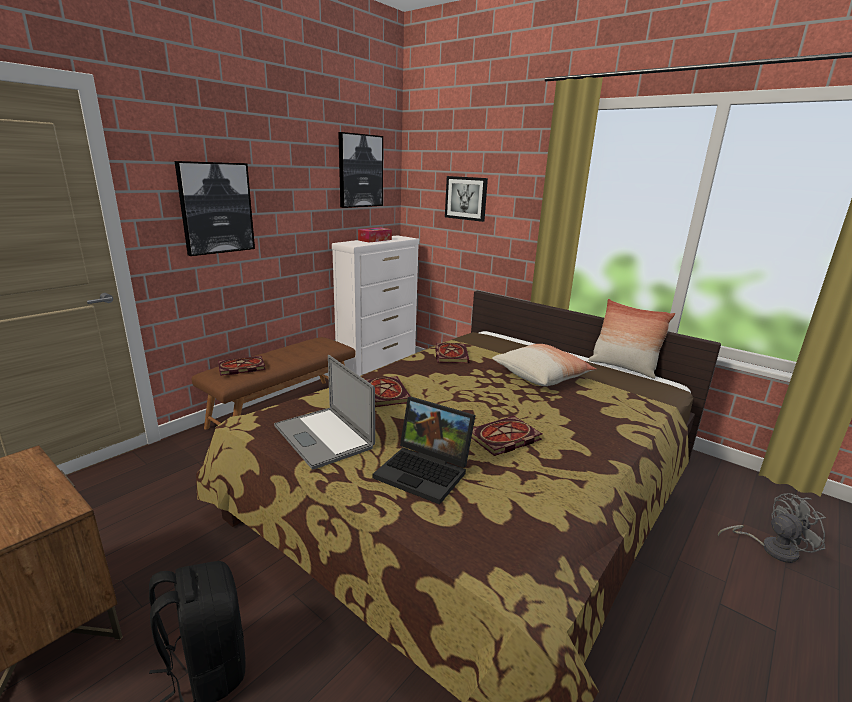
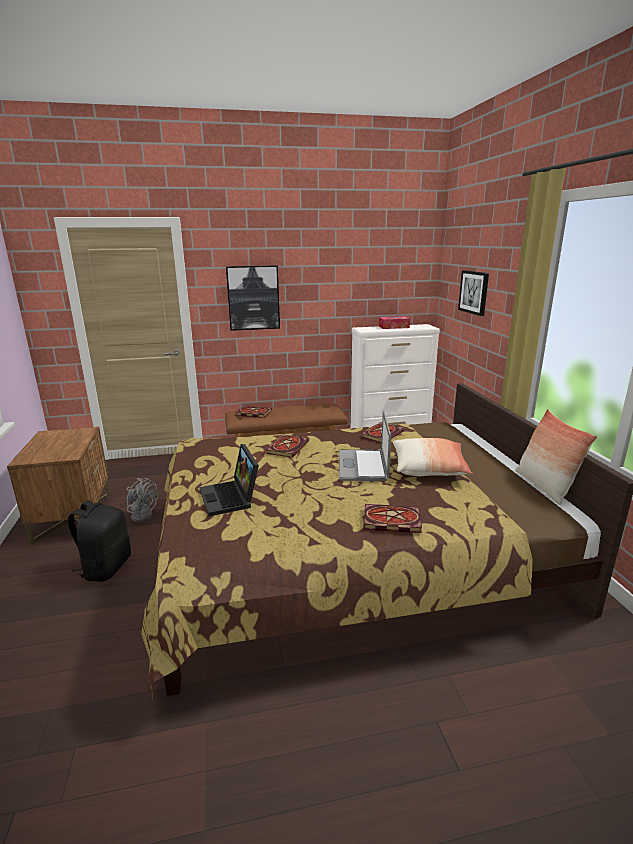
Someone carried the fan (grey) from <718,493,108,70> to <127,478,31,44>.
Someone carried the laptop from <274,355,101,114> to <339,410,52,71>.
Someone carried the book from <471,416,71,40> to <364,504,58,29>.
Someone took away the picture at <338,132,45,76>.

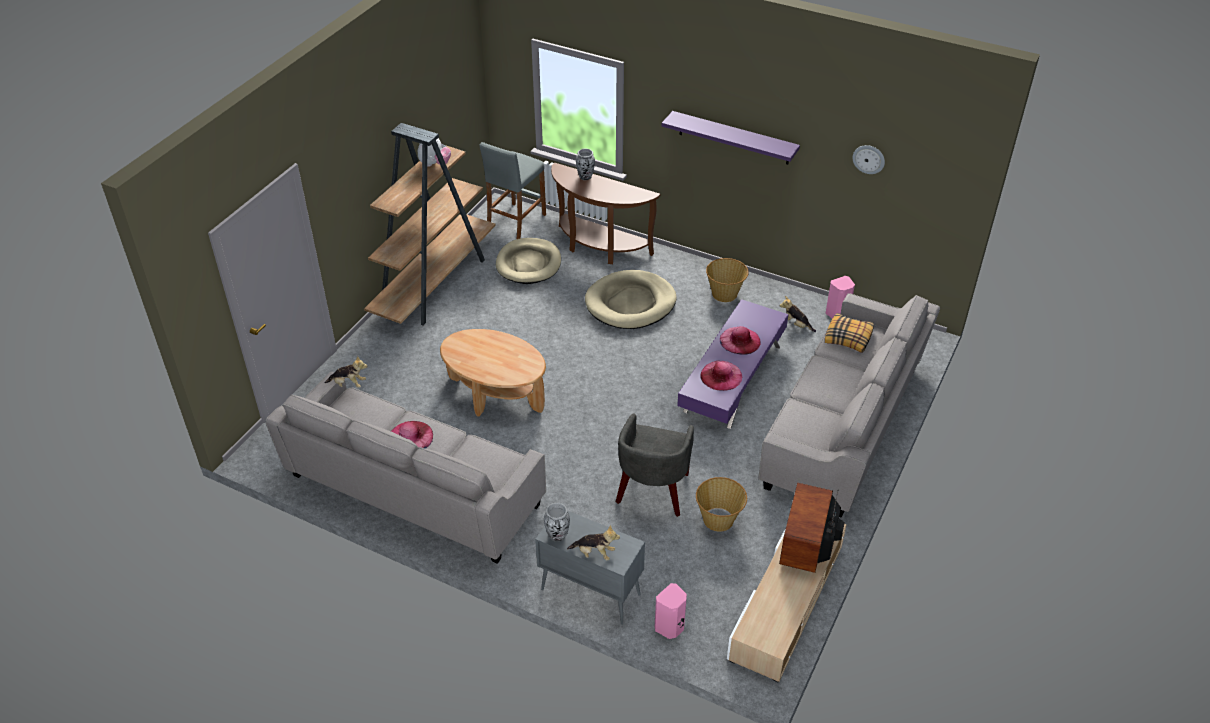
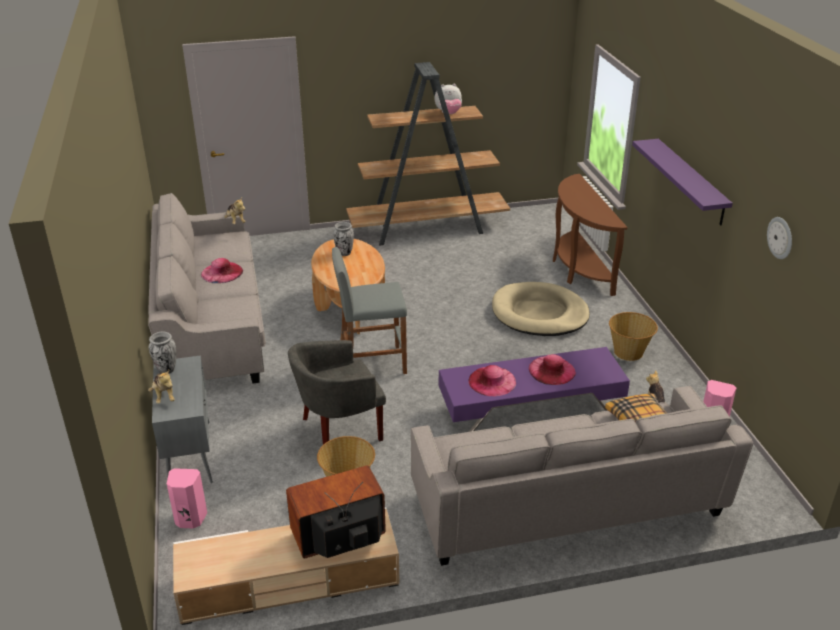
Someone carried the stool (grey) from <480,142,66,97> to <332,247,75,127>.
Someone carried the vase from <576,149,19,31> to <333,222,21,34>.
Someone took away the dog bed (beige) at <496,238,65,46>.

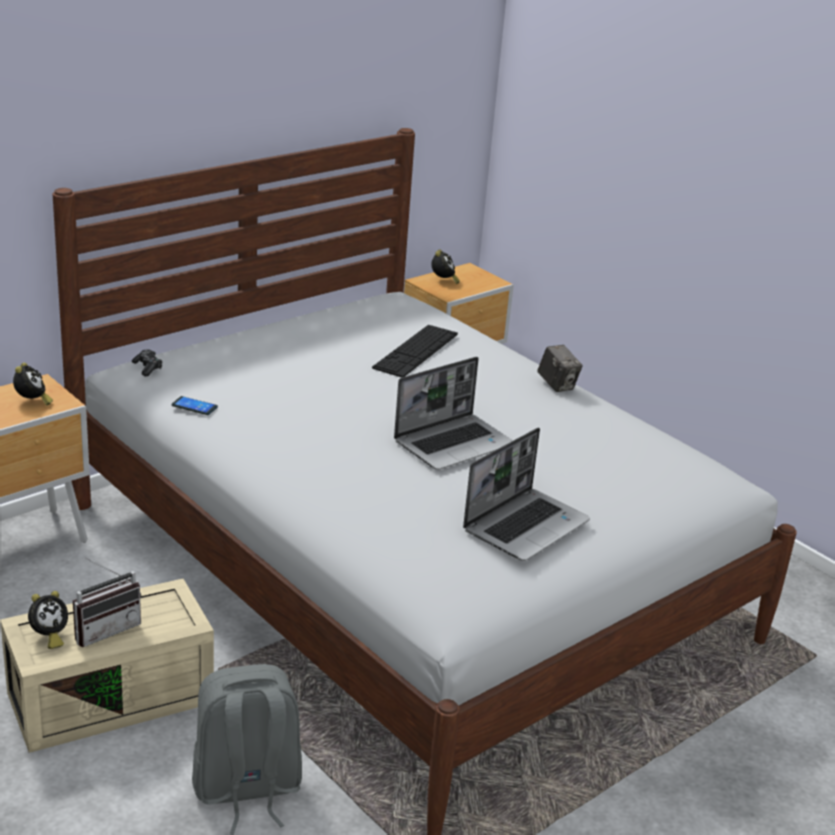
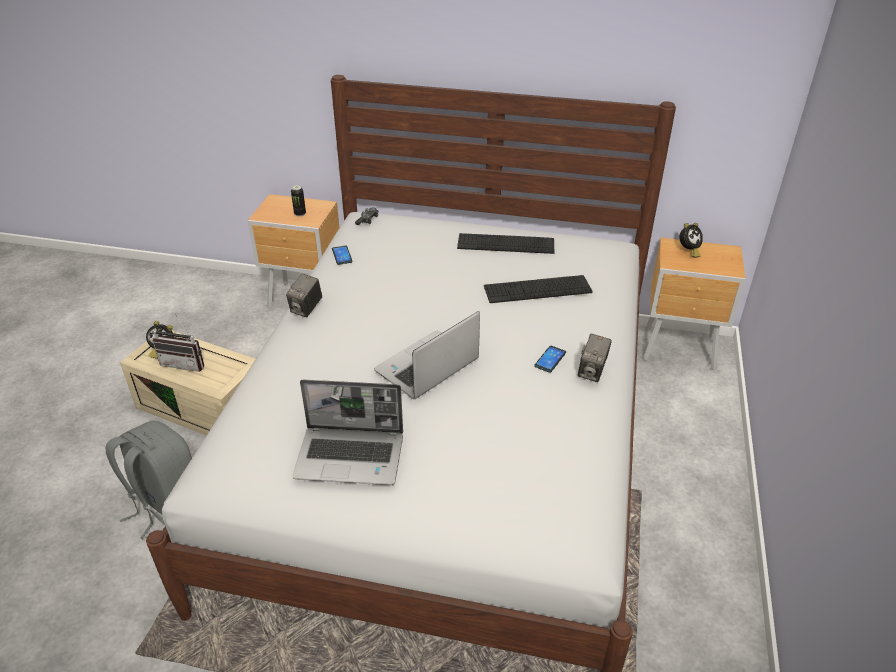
Someone put down the photo camera at <286,274,36,43>.
Someone swapped the alarm clock at <13,363,40,43> for the can at <291,185,15,32>.
Someone rotated the laptop at <394,357,119,113> by 120 degrees clockwise.
Someone put down the keyboard at <457,233,97,21>.
Someone put down the phone at <534,346,32,27>.

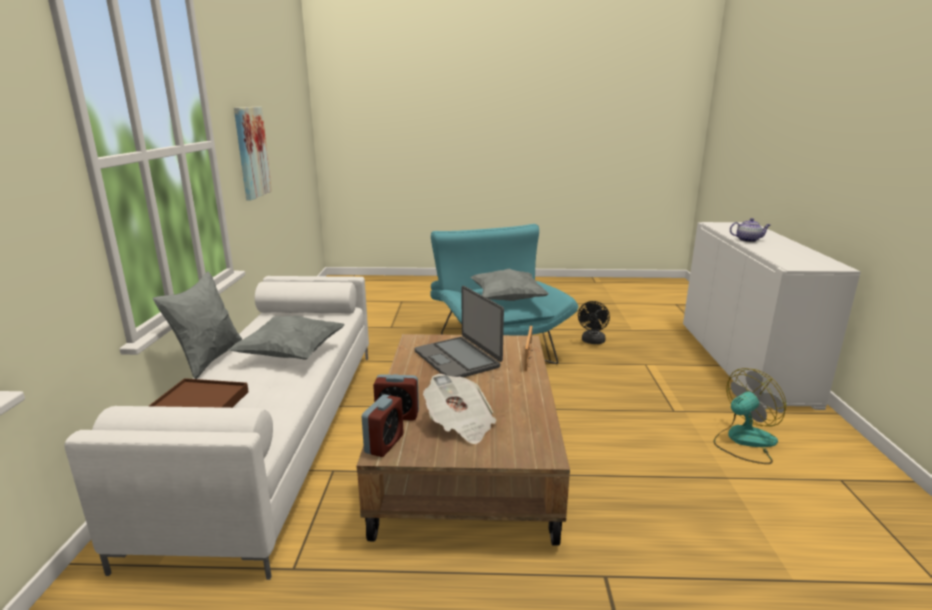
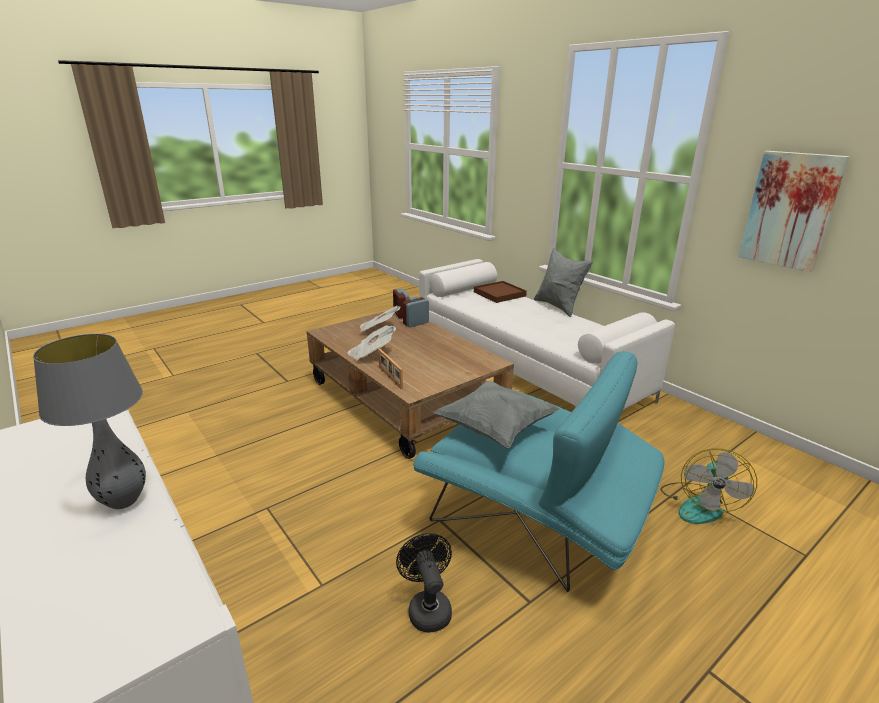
Someone swapped the teapot at <730,218,40,24> for the table lamp (grey) at <33,334,113,175>.
Someone put down the newspaper at <348,325,48,35>.
Someone carried the fan from <713,368,73,96> to <661,448,96,76>.
Someone took away the pillow (grey) at <228,315,117,45>.
Someone took away the laptop at <414,286,90,91>.

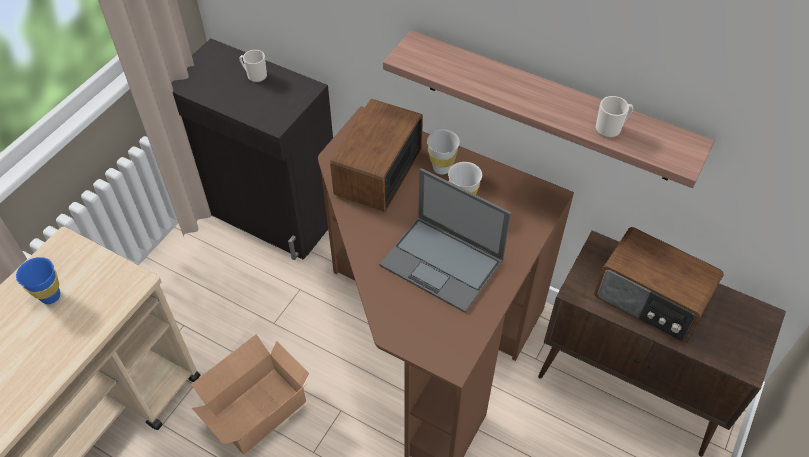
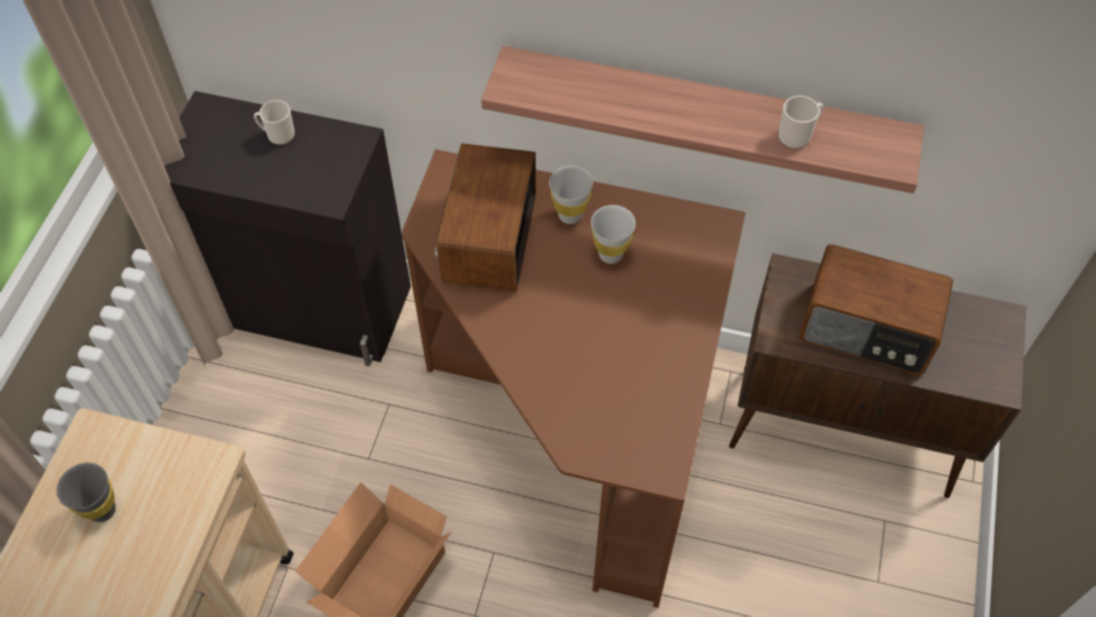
Someone repainted the cup (blue) at <16,257,44,47>, which became the cup (grey) at <56,463,60,59>.
Someone took away the laptop at <379,168,132,145>.

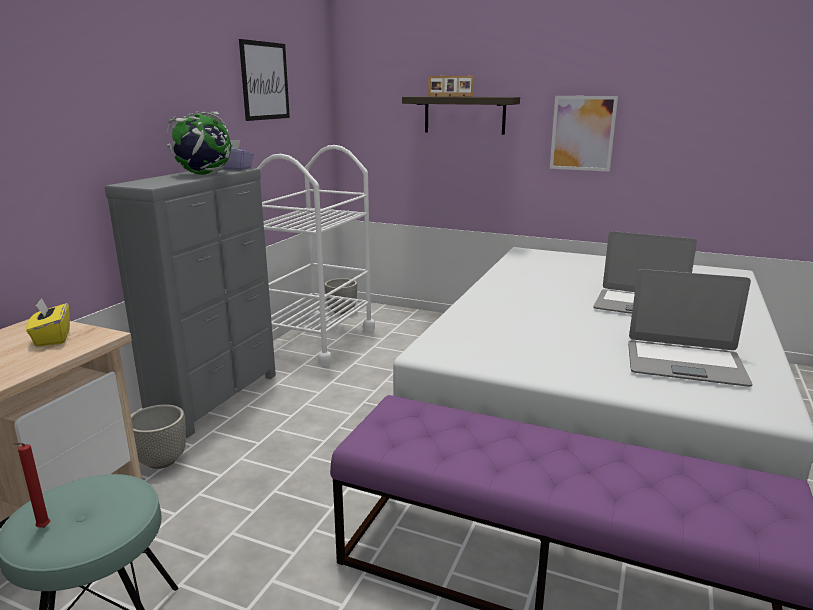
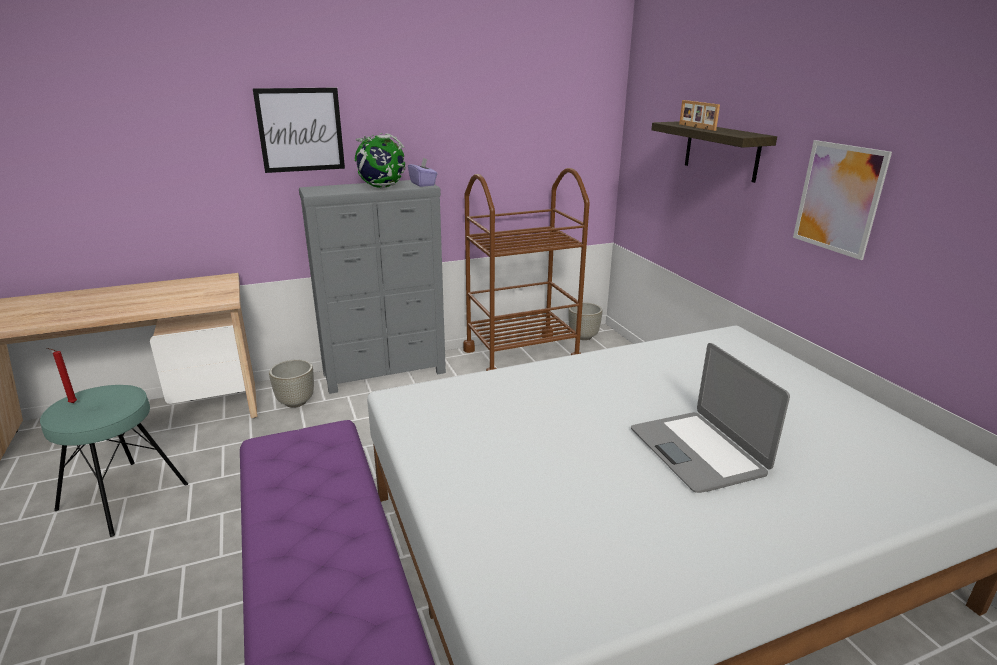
Someone carried the picture from <239,39,51,82> to <253,87,92,86>.
Someone repainted the cart (white) at <257,145,118,221>, which became the cart (brown) at <463,168,127,203>.
Someone took away the tissue box (yellow) at <26,298,44,49>.
Someone took away the laptop at <628,269,124,118>.

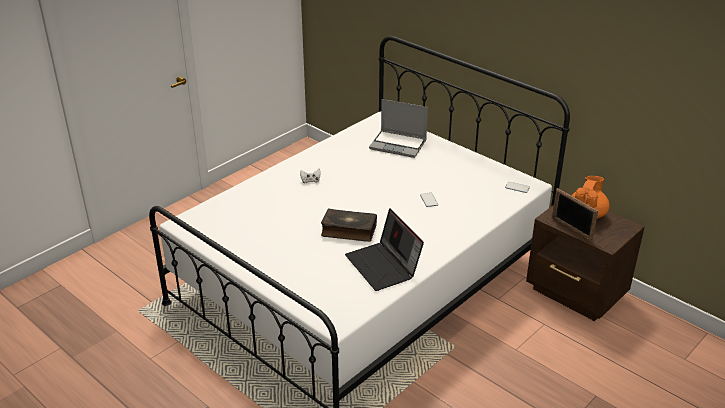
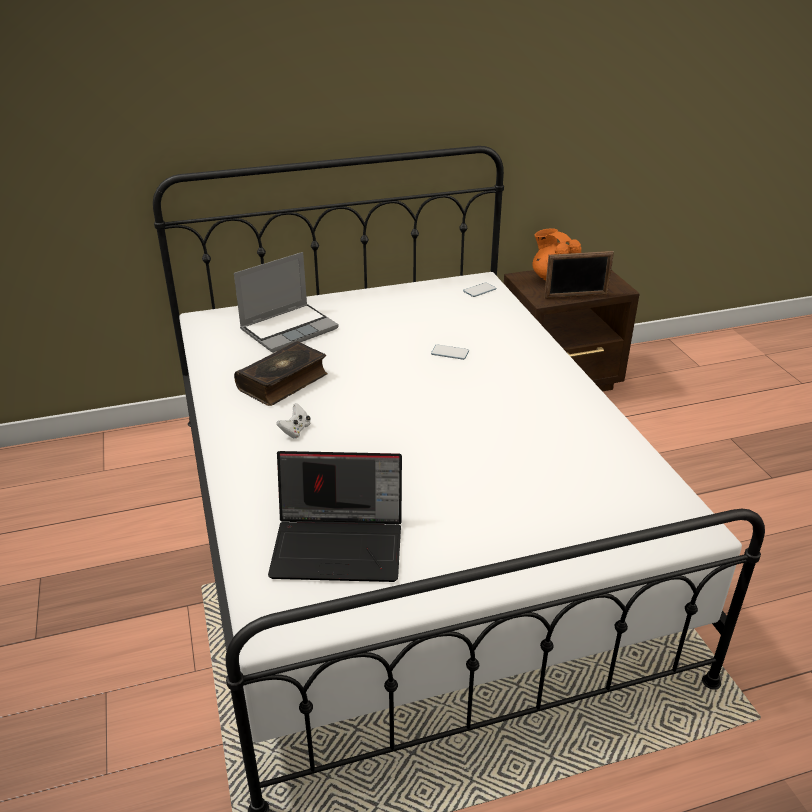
Someone carried the book from <321,208,56,34> to <234,341,94,65>.
Someone carried the laptop from <345,208,79,83> to <268,451,134,131>.

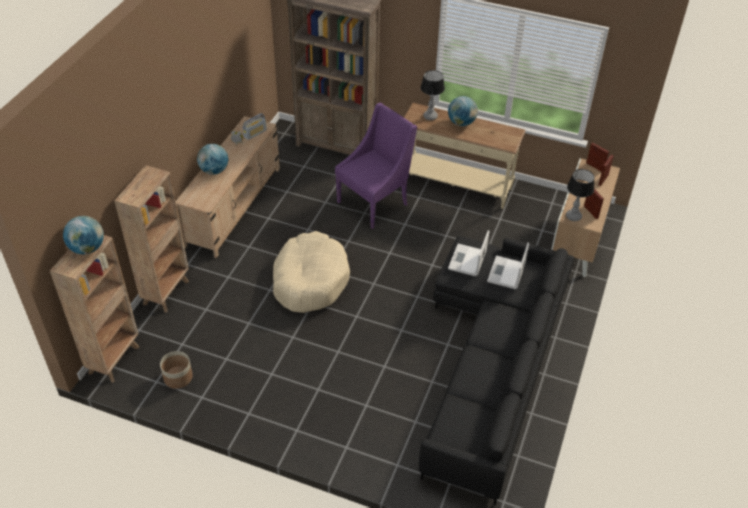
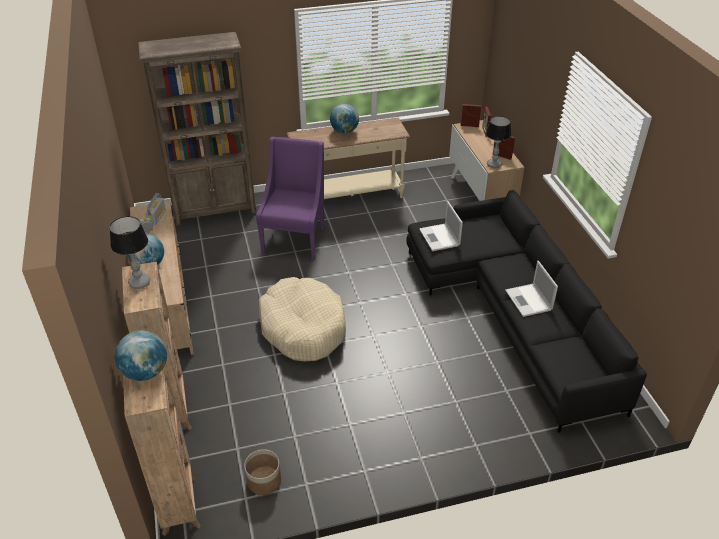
Someone carried the table lamp from <420,70,25,50> to <110,216,40,73>.
Someone carried the laptop from <487,243,42,46> to <505,261,53,56>.

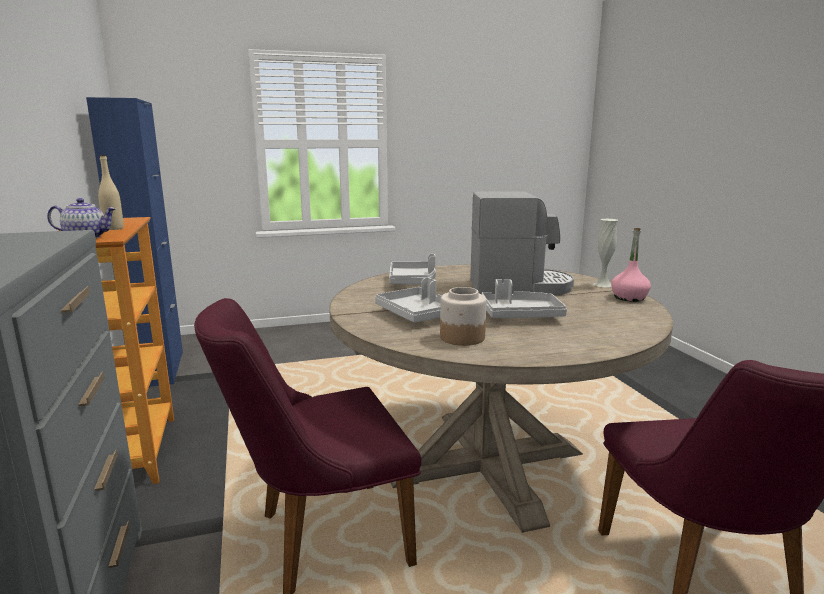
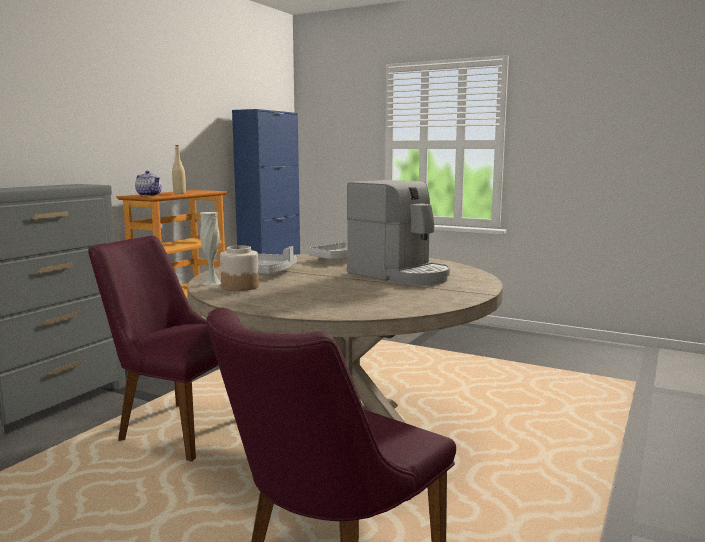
Someone carried the vase (white) from <593,219,25,68> to <200,212,21,73>.
Someone took away the tray (grey) at <482,279,85,39>.
Someone took away the bottle (pink) at <611,228,40,74>.

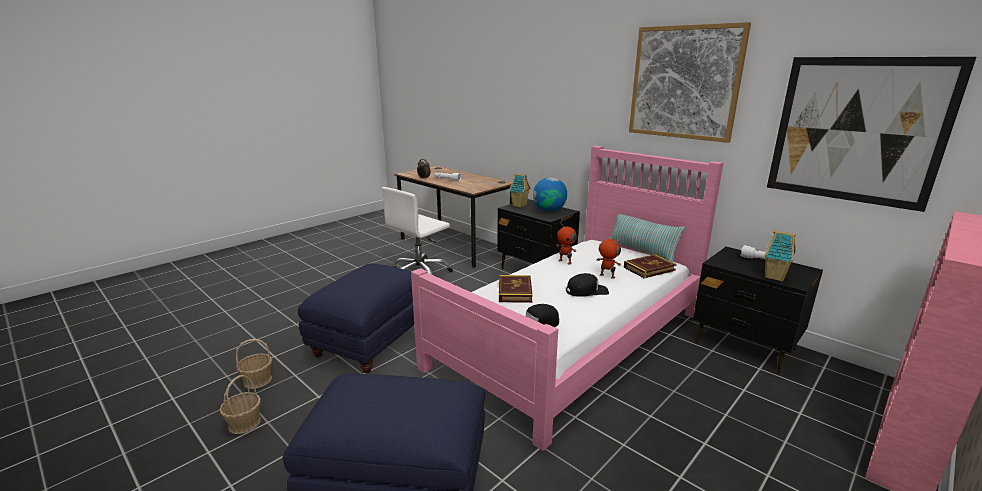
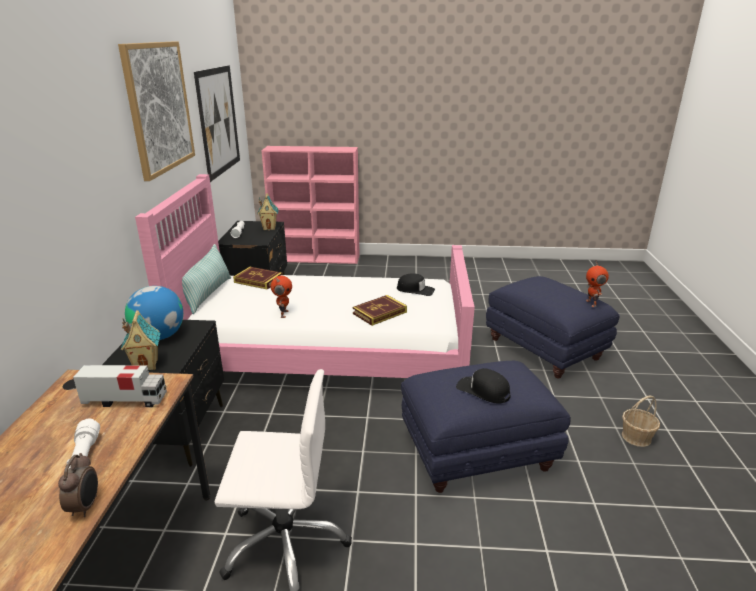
Someone put down the toy truck at <73,365,94,42>.
Someone carried the cap (black) from <566,273,43,24> to <456,368,55,36>.
Someone carried the toy robot from <596,239,25,40> to <586,260,23,47>.
Someone took away the basket at <236,339,36,50>.

